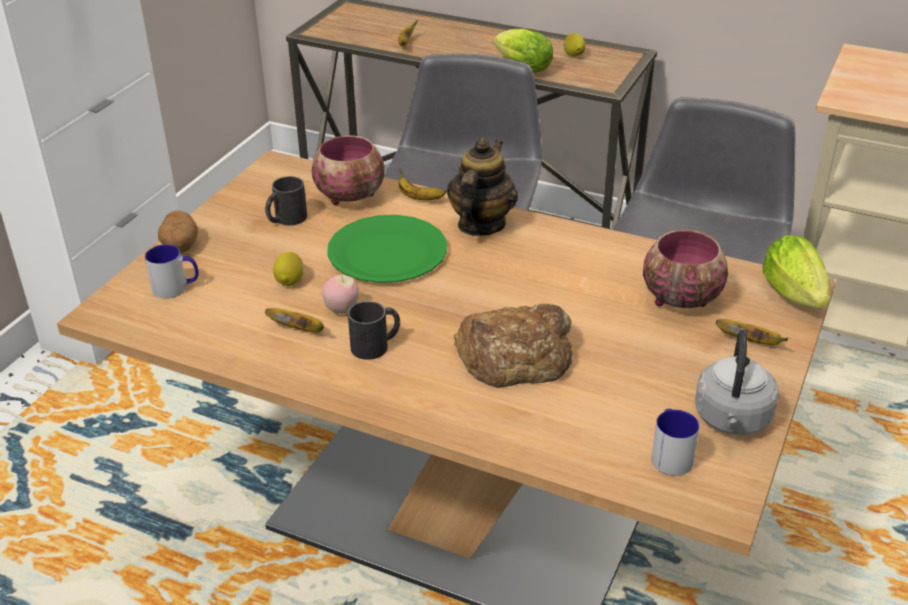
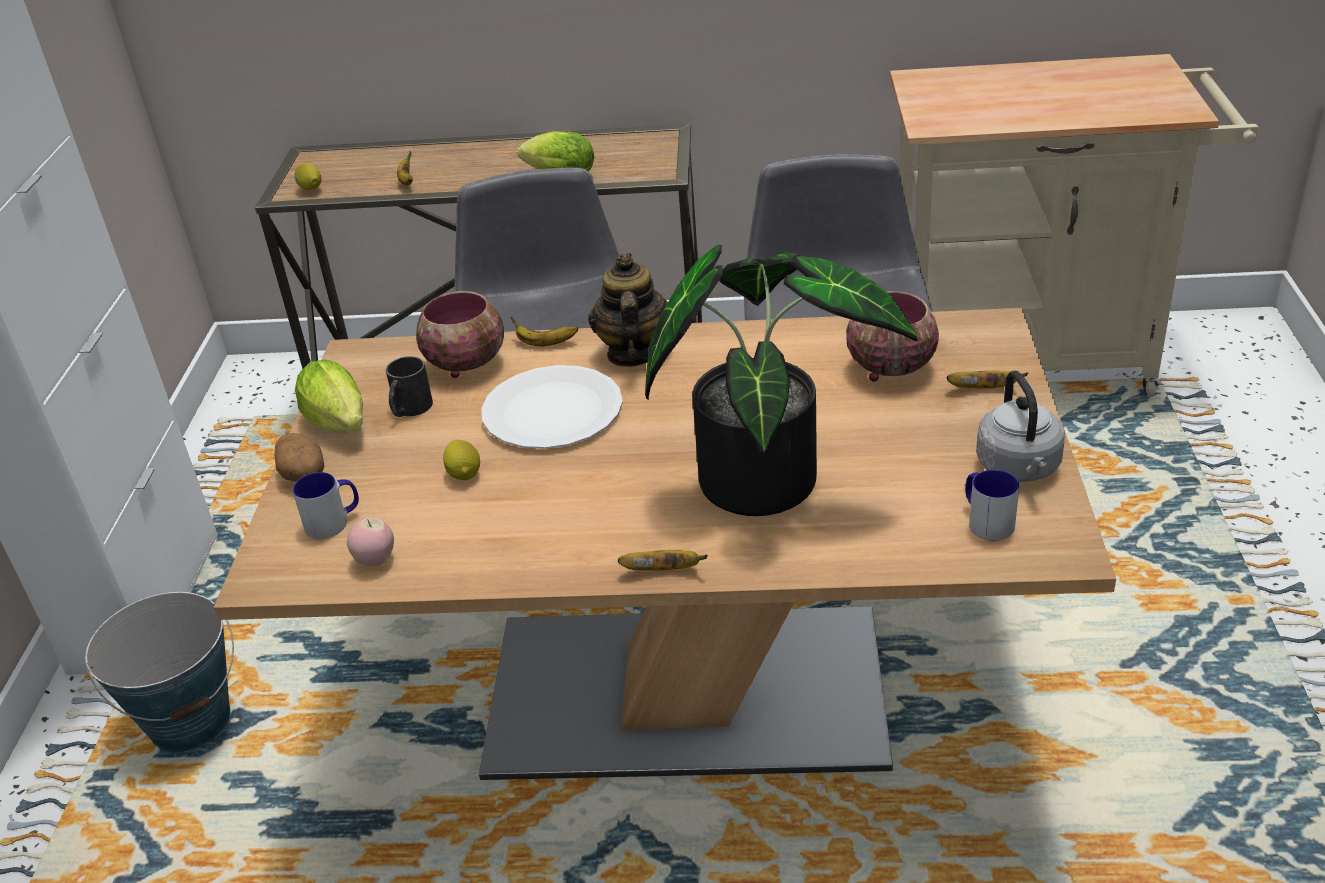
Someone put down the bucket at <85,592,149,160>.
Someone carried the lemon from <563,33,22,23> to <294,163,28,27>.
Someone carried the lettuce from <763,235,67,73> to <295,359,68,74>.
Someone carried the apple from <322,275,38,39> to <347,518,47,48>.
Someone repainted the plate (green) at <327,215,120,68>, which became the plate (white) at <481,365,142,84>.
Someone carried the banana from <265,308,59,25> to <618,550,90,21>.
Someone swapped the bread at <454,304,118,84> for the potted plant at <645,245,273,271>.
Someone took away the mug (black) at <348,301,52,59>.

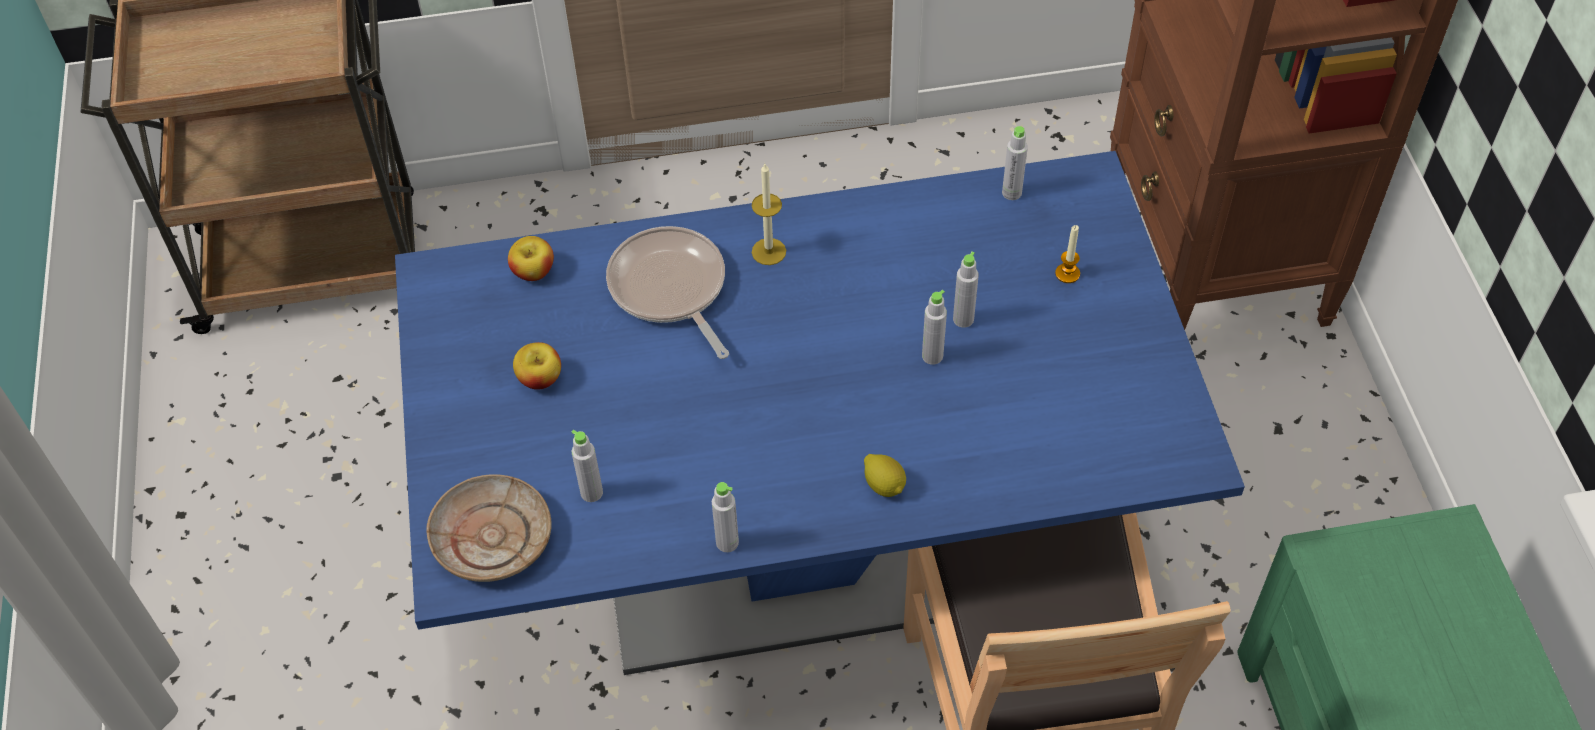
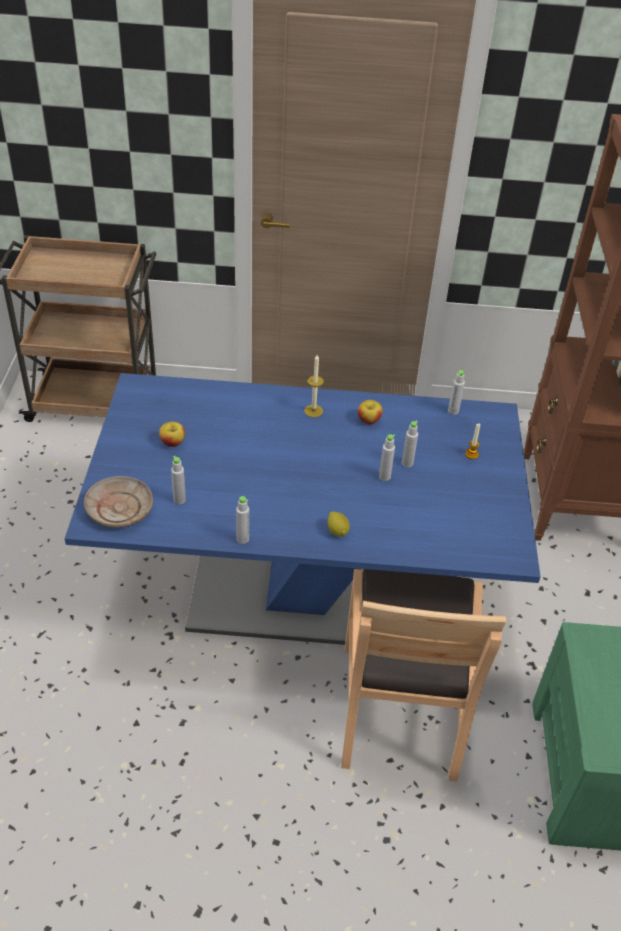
Someone carried the apple from <508,236,46,45> to <358,400,25,24>.
Someone took away the frying pan at <606,226,123,133>.

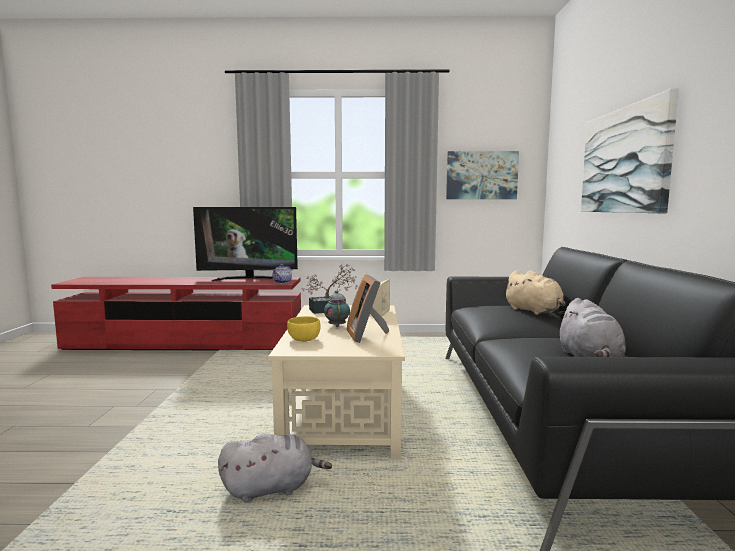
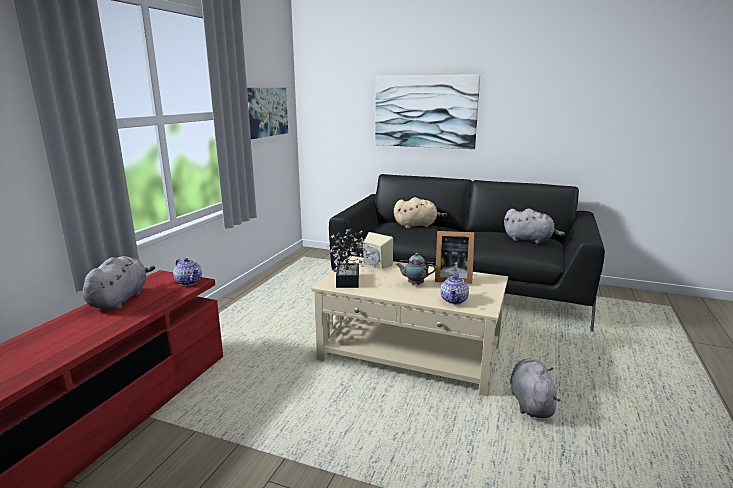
Someone swapped the television at <193,207,105,74> for the plush toy (grey) at <83,256,72,53>.
Someone swapped the bowl (yellow) at <287,316,33,26> for the teapot at <441,274,28,30>.

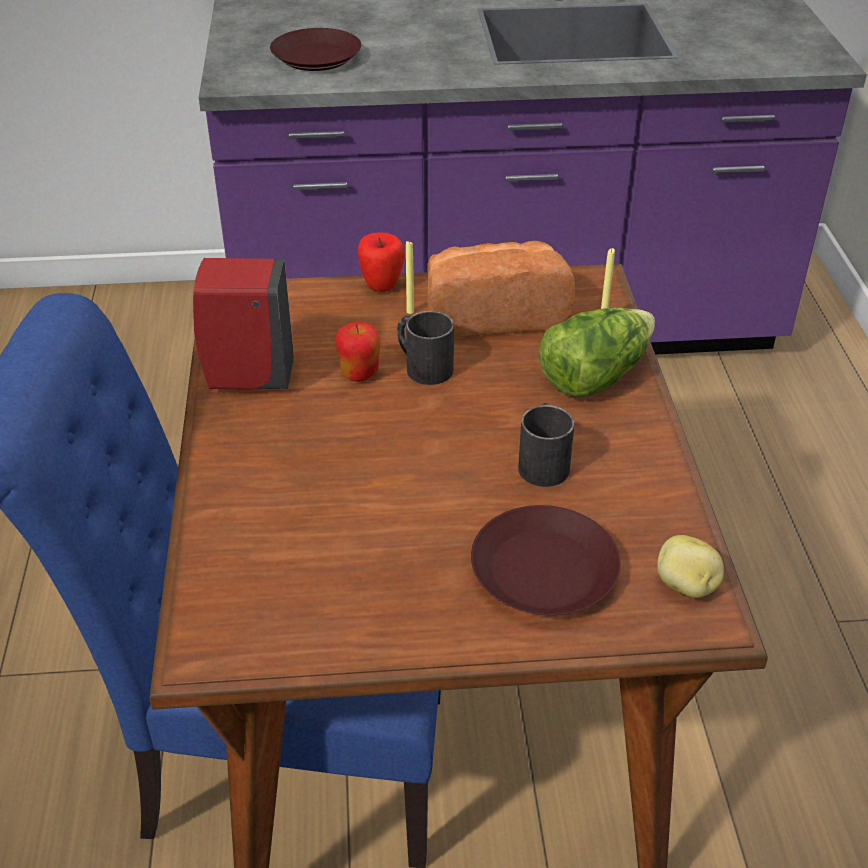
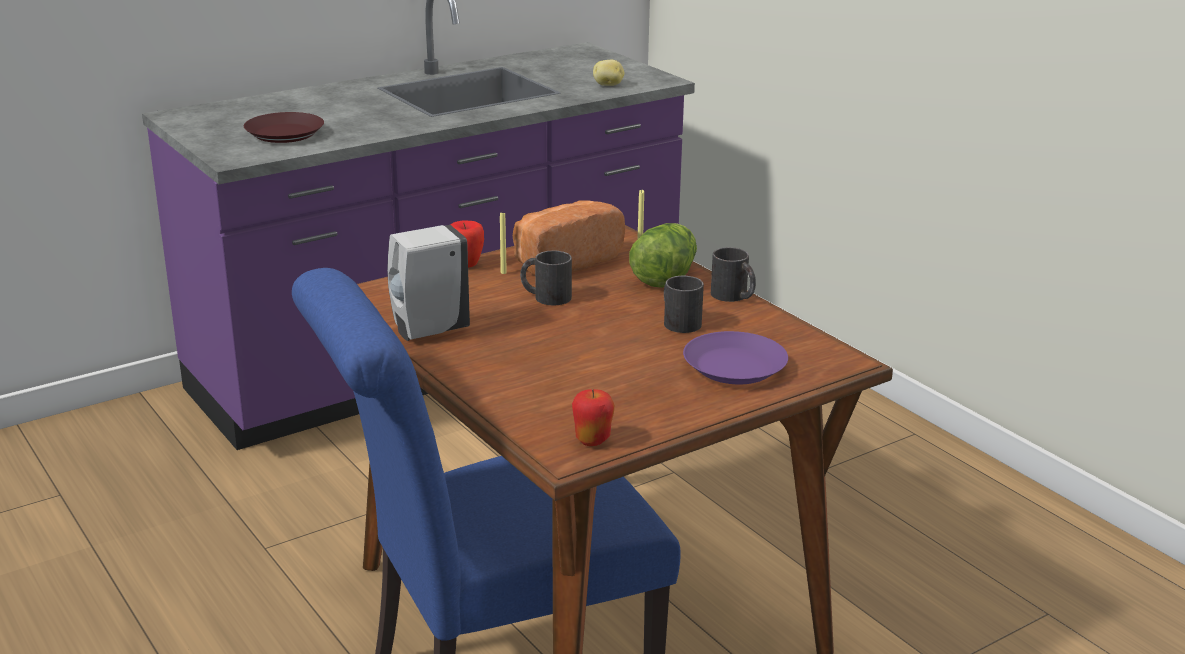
Someone repainted the soap dispenser (red) at <193,258,101,132>, which became the soap dispenser (white) at <387,225,83,116>.
Someone carried the apple from <335,322,46,60> to <572,389,43,57>.
Someone carried the potato from <657,535,67,63> to <593,60,31,26>.
Someone repainted the plate (brown) at <471,505,149,110>, which became the plate (purple) at <683,331,105,53>.
Someone put down the mug (black) at <711,247,45,55>.

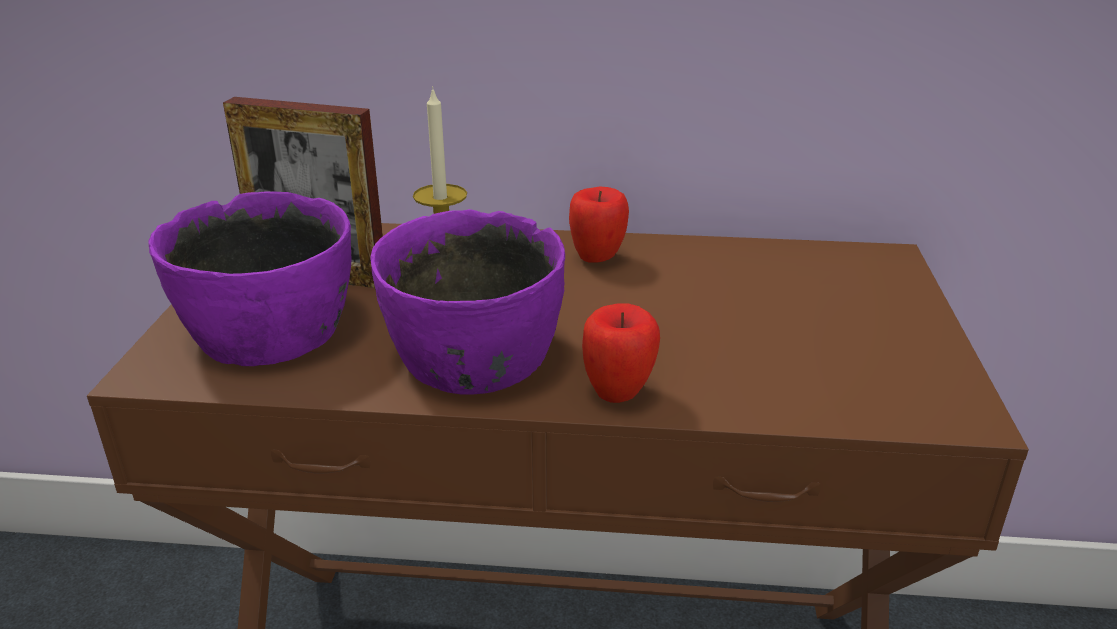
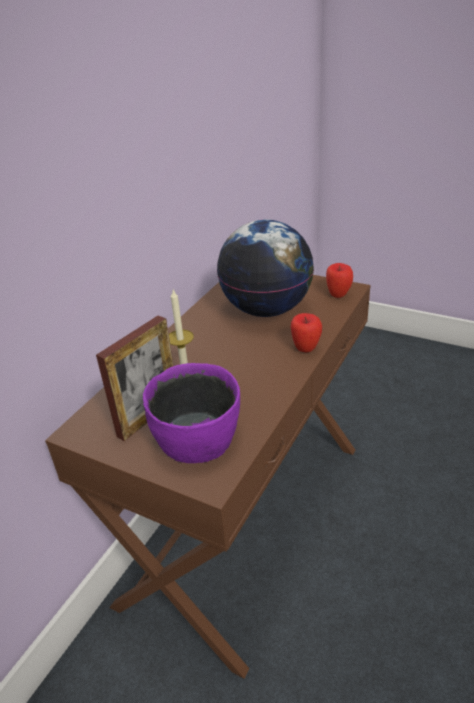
Someone put down the globe at <217,219,97,98>.
Someone carried the apple from <569,186,60,77> to <326,263,27,35>.
Someone took away the bowl (purple) at <370,209,195,186>.

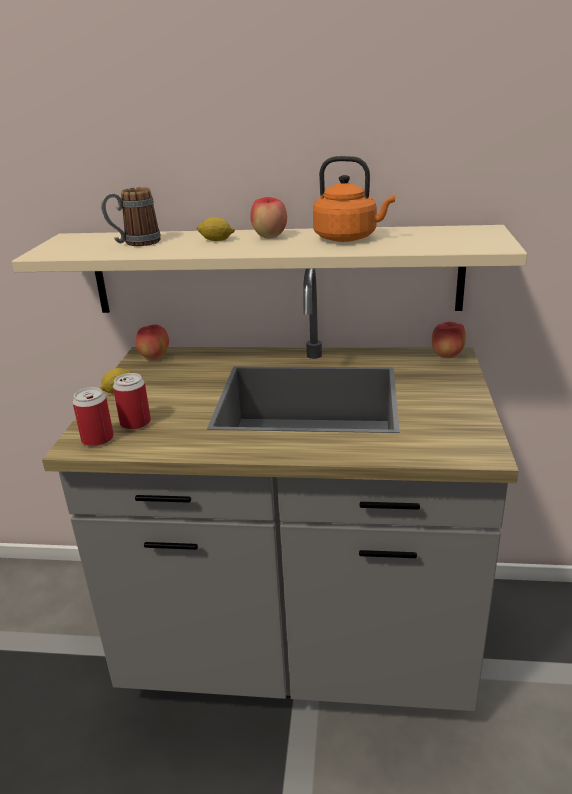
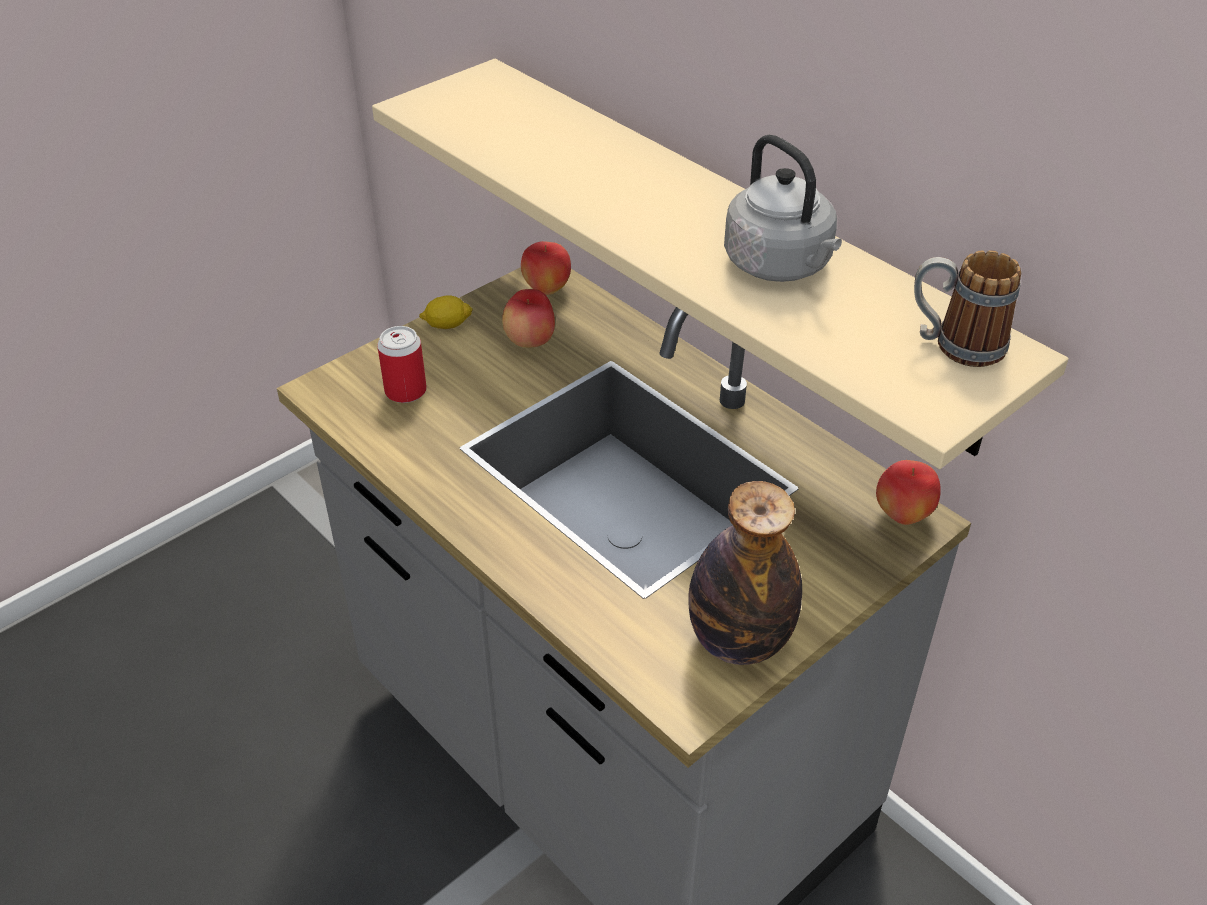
Someone carried the apple from <250,197,37,42> to <502,289,53,59>.
Someone put down the bottle at <689,481,113,184>.
Someone repainted the kettle (orange) at <313,156,82,86>, which became the kettle (grey) at <724,135,118,147>.
Someone carried the mug from <101,187,60,59> to <914,250,108,117>.
Someone took away the can at <72,387,42,59>.
Someone took away the lemon at <197,217,38,24>.

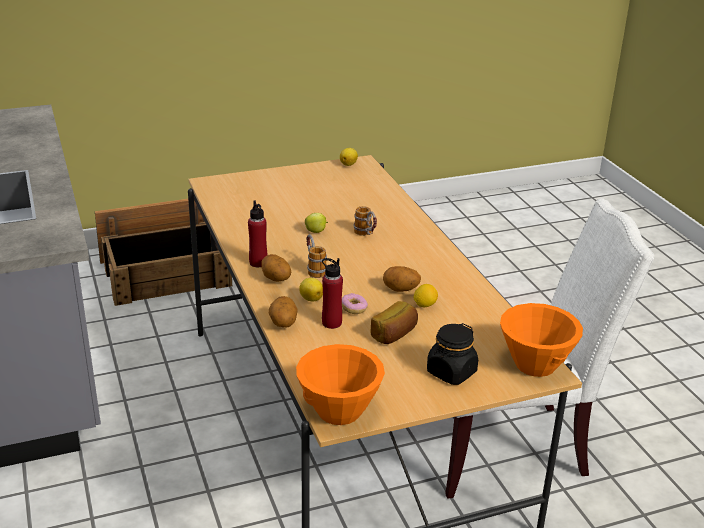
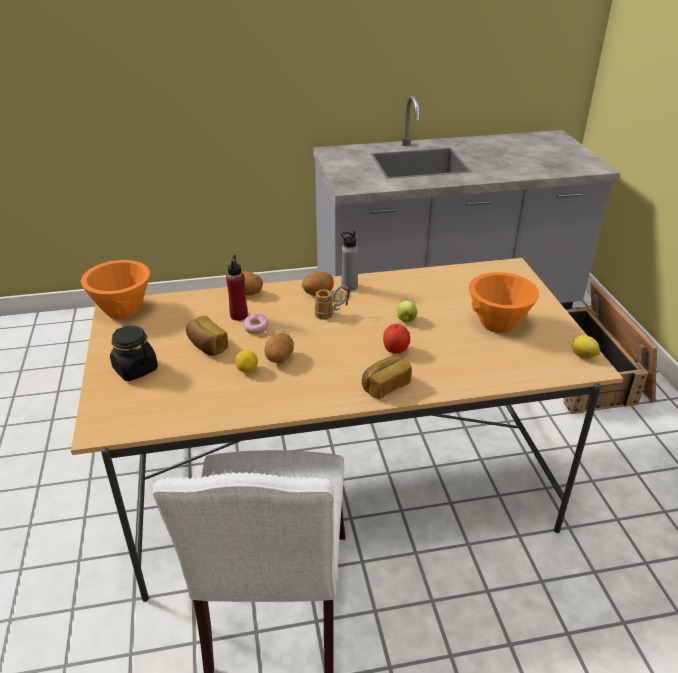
Someone repainted the bottle (red) at <248,200,19,67>, which became the bottle (grey) at <341,231,17,60>.
Someone put down the bread at <362,356,50,43>.
Someone swapped the mug at <354,206,23,30> for the apple at <383,324,27,30>.
Someone carried the bowl (orange) from <500,303,83,74> to <469,272,70,61>.
Someone took away the lemon at <299,278,24,24>.

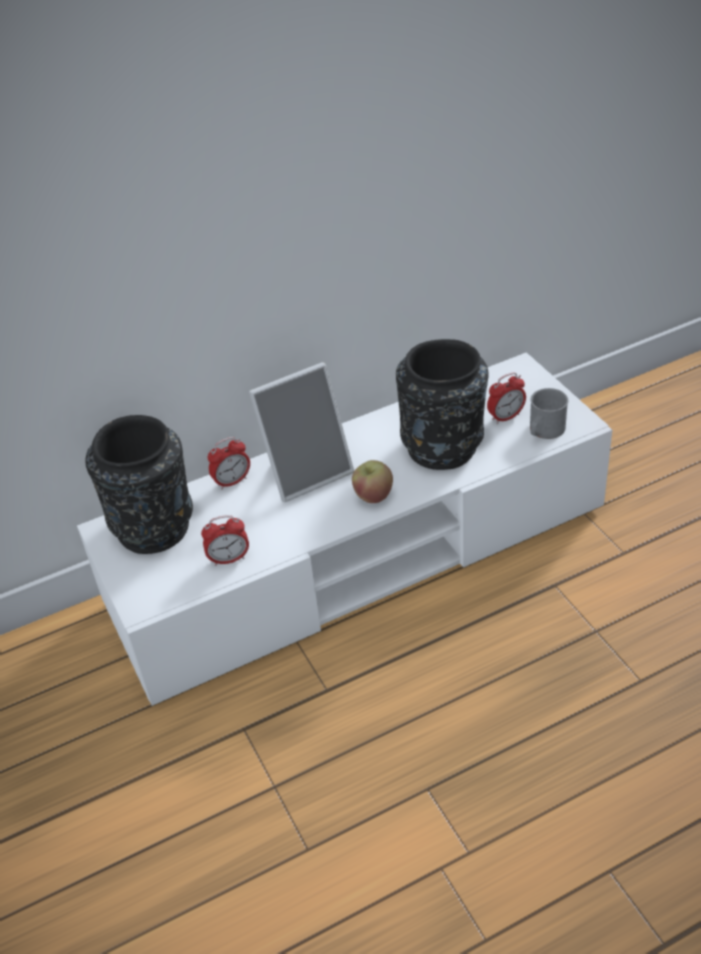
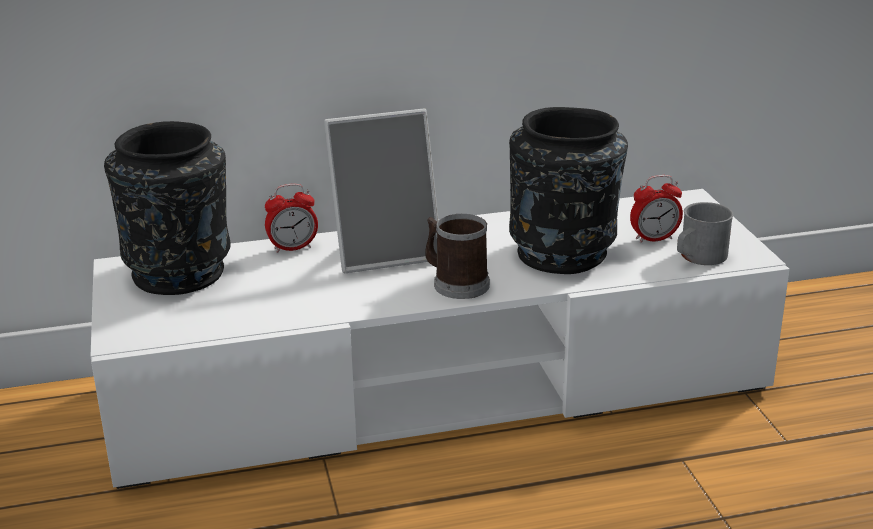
Someone swapped the apple at <352,460,41,43> for the mug at <425,214,65,85>.
Someone took away the alarm clock at <201,515,48,51>.

